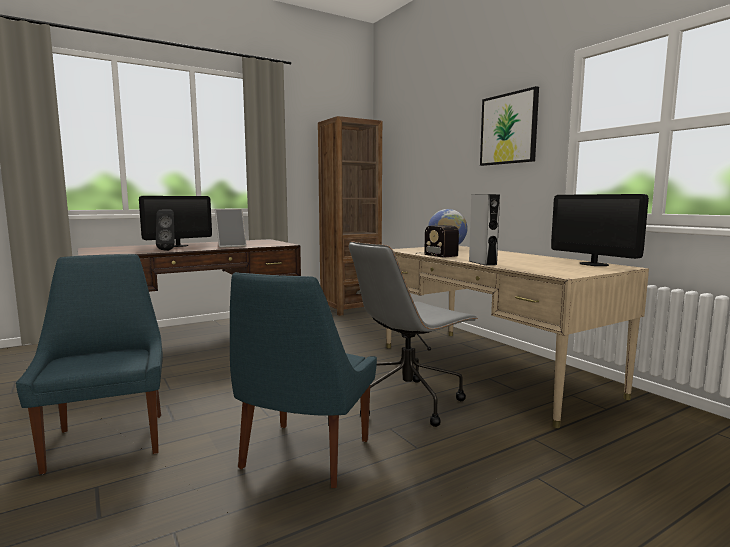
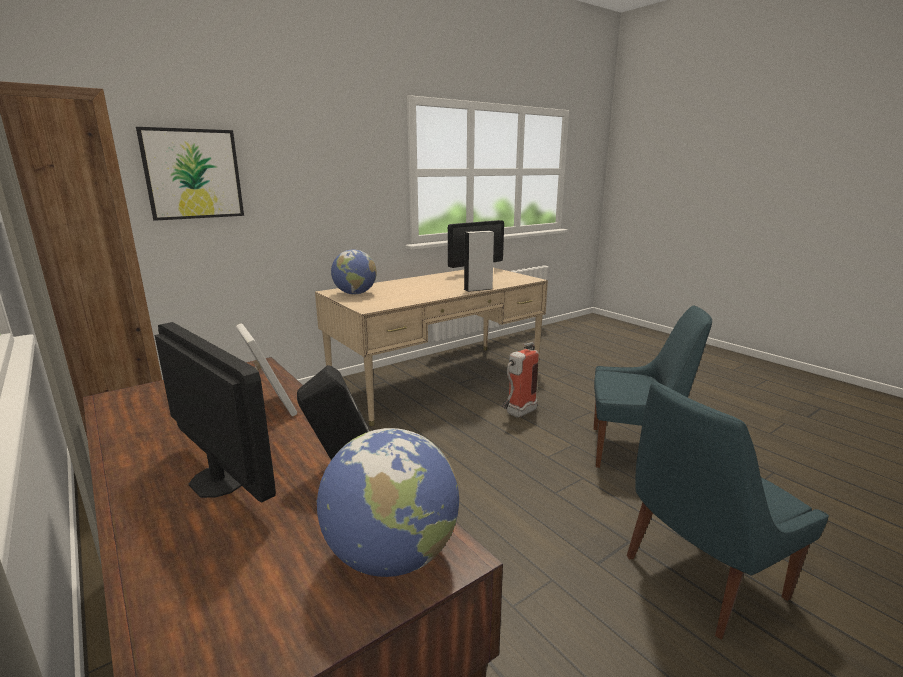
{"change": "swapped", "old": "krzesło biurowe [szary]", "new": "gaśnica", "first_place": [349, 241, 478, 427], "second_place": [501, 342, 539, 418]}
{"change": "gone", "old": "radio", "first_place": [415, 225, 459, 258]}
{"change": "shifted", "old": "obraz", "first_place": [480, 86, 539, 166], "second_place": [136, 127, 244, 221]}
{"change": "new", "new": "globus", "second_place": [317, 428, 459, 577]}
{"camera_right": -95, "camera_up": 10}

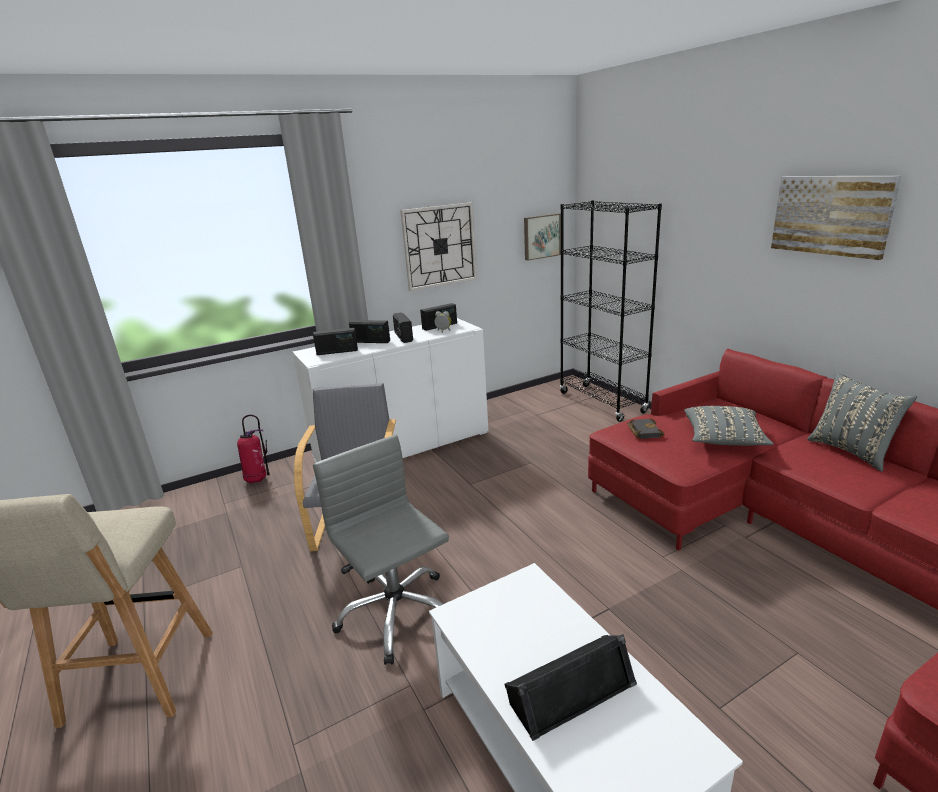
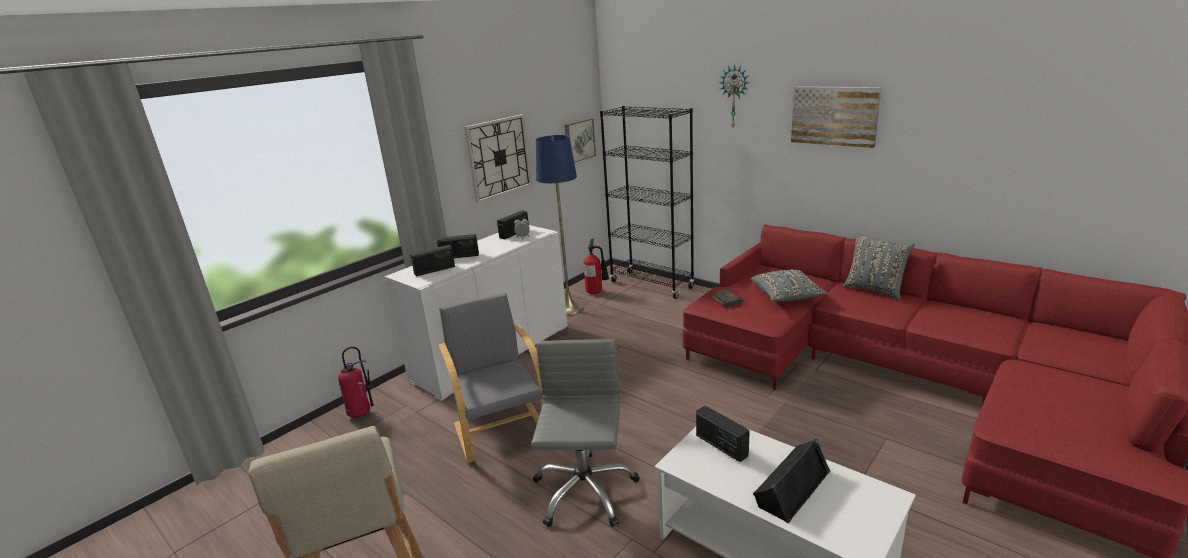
{"change": "rotated", "old": "krzesło biurowe [szary]", "first_place": [313, 435, 449, 665], "second_place": [531, 339, 640, 527], "degrees": 60}
{"change": "shifted", "old": "radio", "first_place": [393, 312, 413, 343], "second_place": [696, 406, 750, 462]}
{"change": "new", "new": "lampa stojąca [niebieski]", "second_place": [536, 135, 584, 315]}
{"change": "new", "new": "gaśnica", "second_place": [583, 238, 609, 294]}
{"change": "new", "new": "zegar ścienny", "second_place": [719, 64, 750, 127]}
{"camera_right": -20, "camera_up": 0}

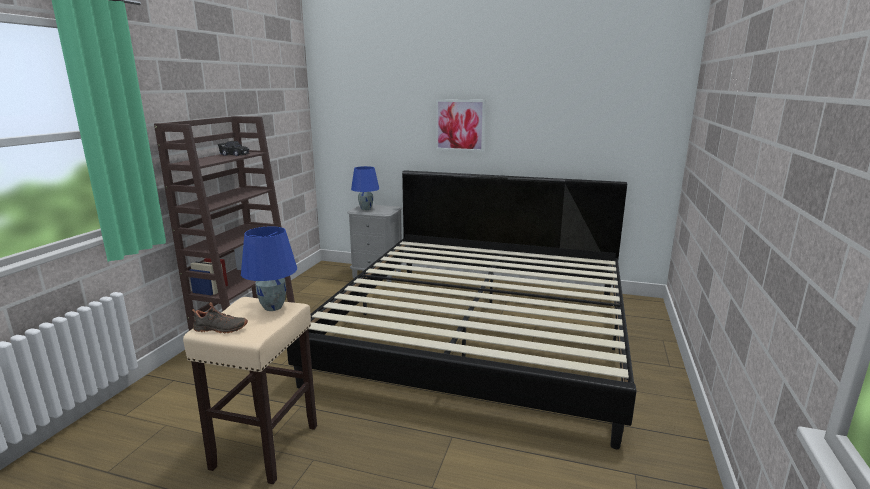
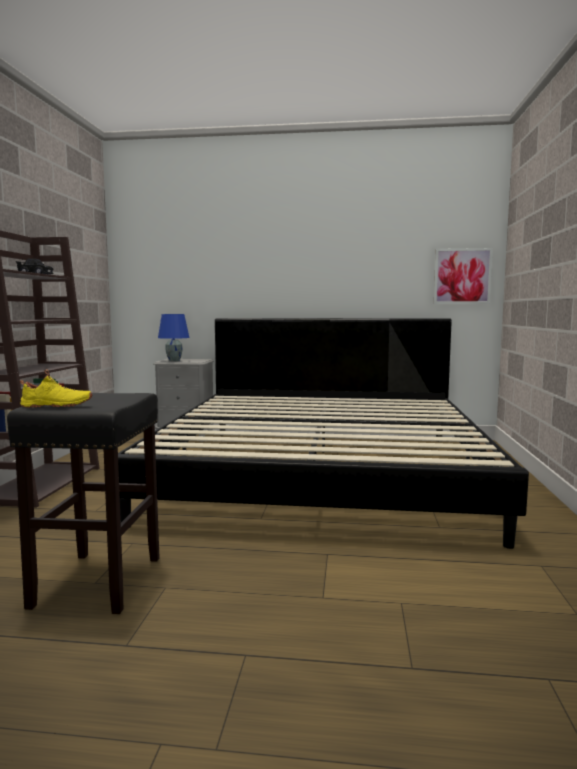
{"change": "repainted", "old": "stołek [beżowy]", "new": "stołek [czarny]", "first_place": [183, 297, 317, 484], "second_place": [7, 393, 160, 614]}
{"change": "repainted", "old": "but [czarny]", "new": "but [żółty]", "first_place": [192, 302, 248, 333], "second_place": [20, 369, 92, 408]}
{"change": "gone", "old": "lampa stołowa [niebieski]", "first_place": [241, 226, 297, 311]}
{"change": "shifted", "old": "obraz", "first_place": [436, 99, 485, 152], "second_place": [434, 248, 493, 304]}
{"camera_right": -10, "camera_up": -10}

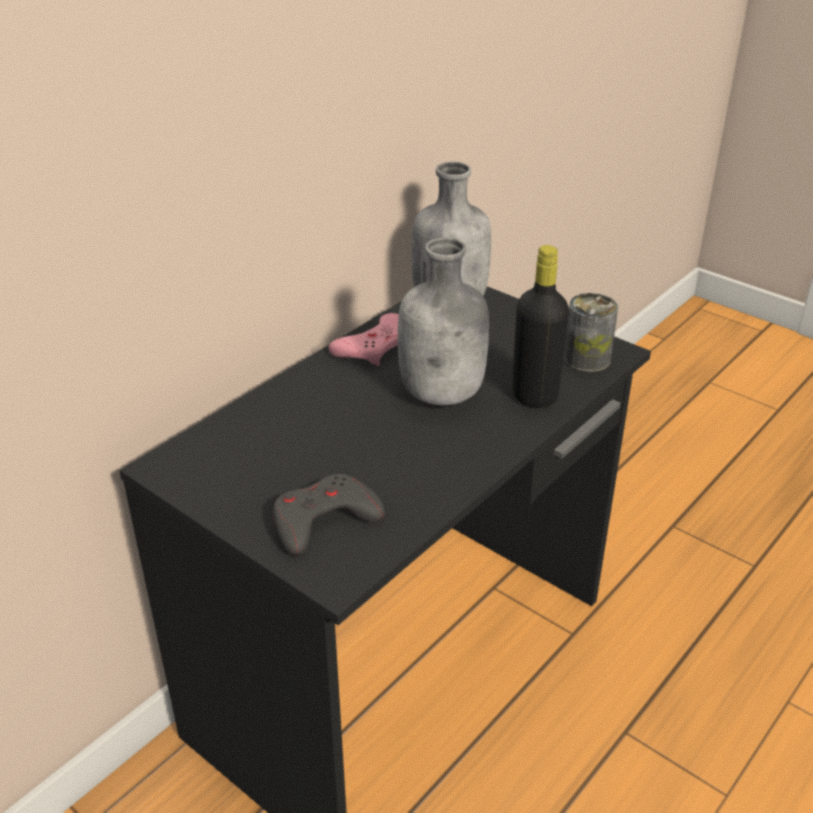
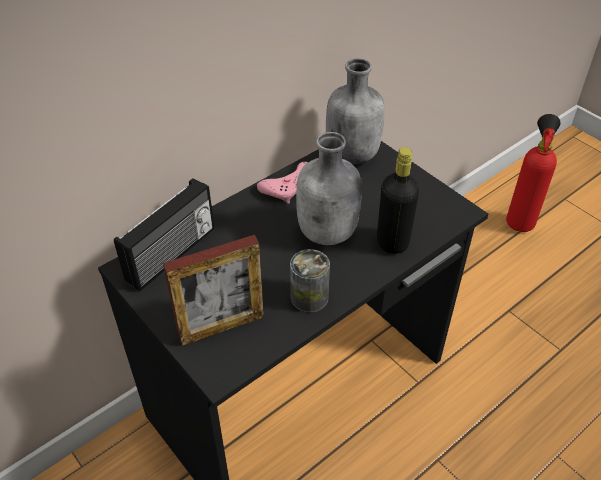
{"change": "swapped", "old": "pad do gier [szary]", "new": "ramka na zdjęcie", "first_place": [273, 474, 385, 555], "second_place": [163, 235, 264, 346]}
{"change": "shifted", "old": "puszka", "first_place": [564, 293, 618, 372], "second_place": [290, 249, 330, 313]}
{"change": "new", "new": "radio", "second_place": [114, 178, 214, 291]}
{"change": "new", "new": "gaśnica", "second_place": [506, 114, 561, 232]}
{"camera_right": 10, "camera_up": 10}

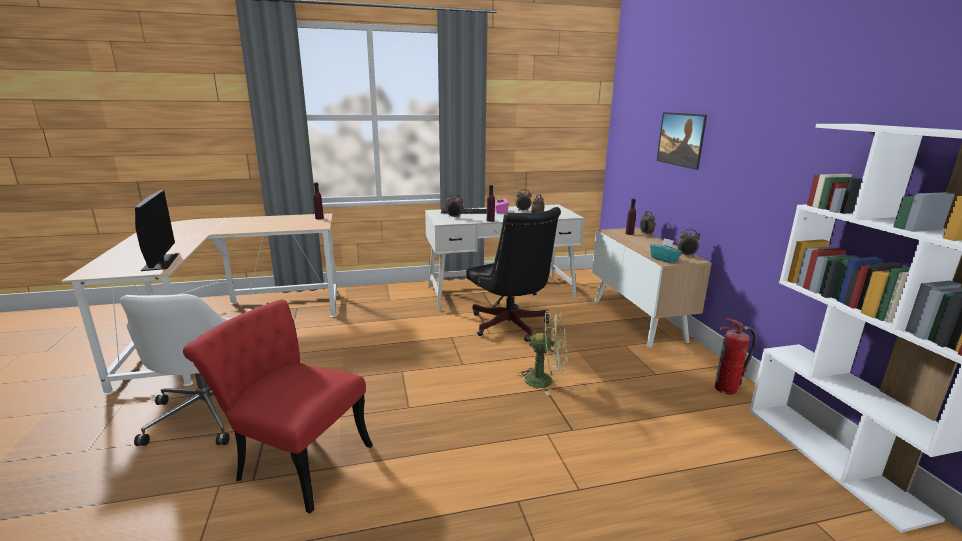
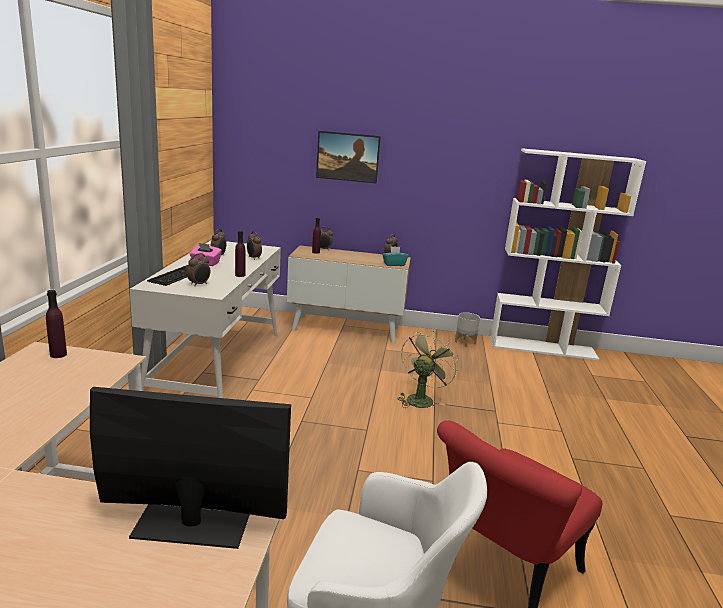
{"change": "gone", "old": "krzesło biurowe [czarny]", "first_place": [466, 207, 561, 342]}
{"change": "swapped", "old": "gaśnica", "new": "donica [szary]", "first_place": [715, 318, 757, 395], "second_place": [455, 312, 480, 347]}
{"camera_right": -70, "camera_up": 0}

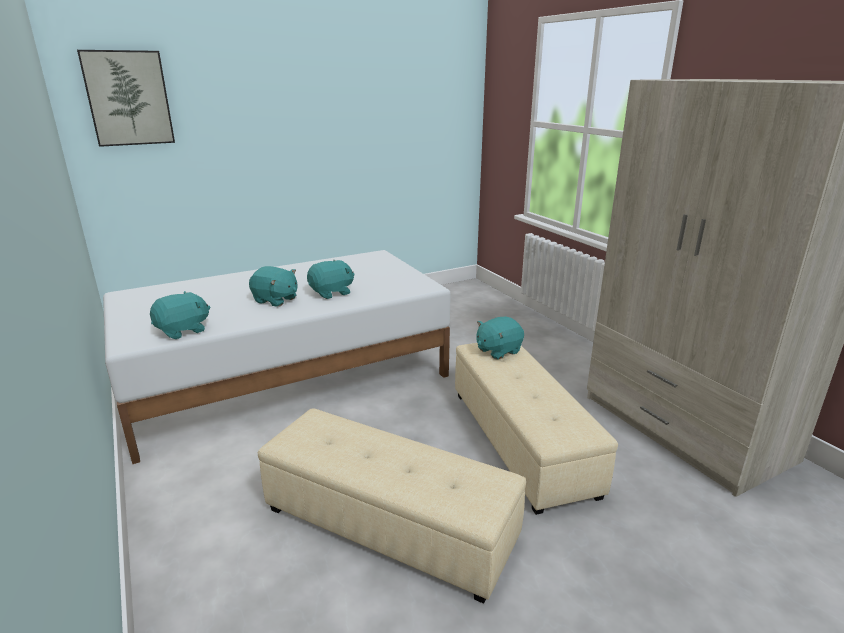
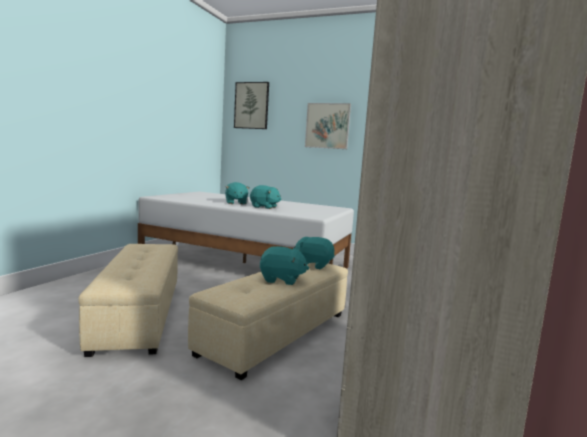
{"change": "shifted", "old": "pluszak [turkusowy]", "first_place": [150, 291, 210, 339], "second_place": [260, 246, 309, 285]}
{"change": "new", "new": "obraz", "second_place": [305, 103, 351, 149]}
{"camera_right": 50, "camera_up": -15}

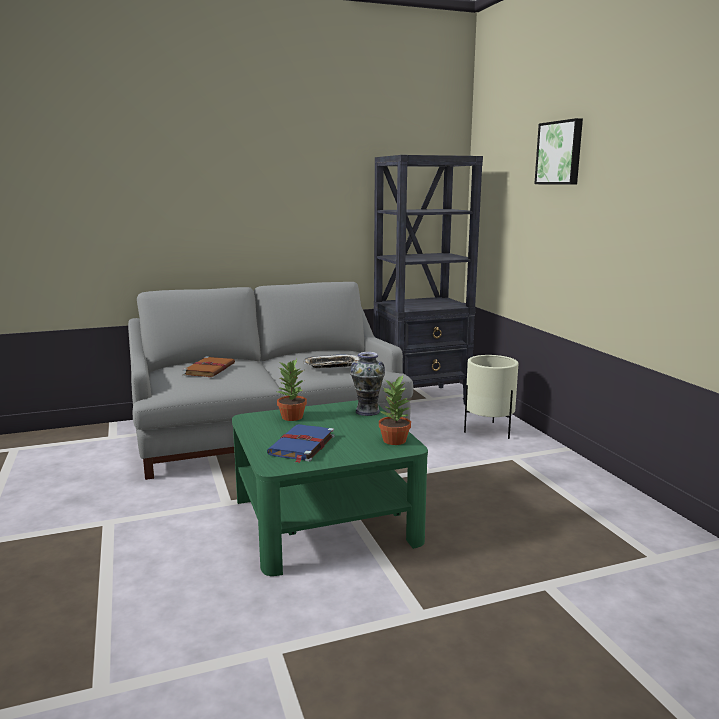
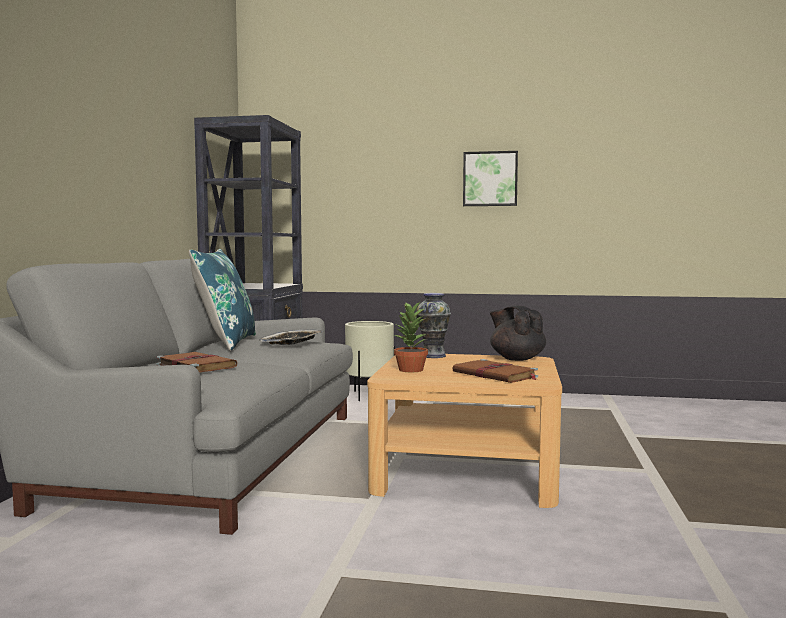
{"change": "repainted", "old": "ława [zielony]", "new": "ława [beżowy]", "first_place": [232, 400, 428, 576], "second_place": [367, 354, 562, 508]}
{"change": "repainted", "old": "książka [niebieski]", "new": "książka [brązowy]", "first_place": [267, 424, 334, 463], "second_place": [452, 359, 538, 383]}
{"change": "swapped", "old": "roślina doniczkowa", "new": "imbryk [czarny]", "first_place": [379, 376, 411, 445], "second_place": [490, 305, 546, 361]}
{"change": "shifted", "old": "obraz", "first_place": [534, 118, 583, 185], "second_place": [463, 151, 518, 206]}
{"change": "new", "new": "poduszka [niebieski]", "second_place": [189, 249, 256, 351]}
{"camera_right": -60, "camera_up": -10}

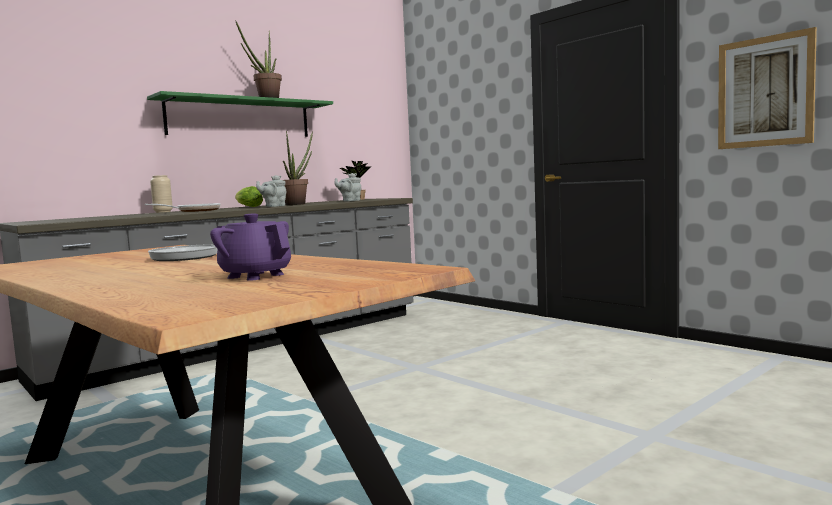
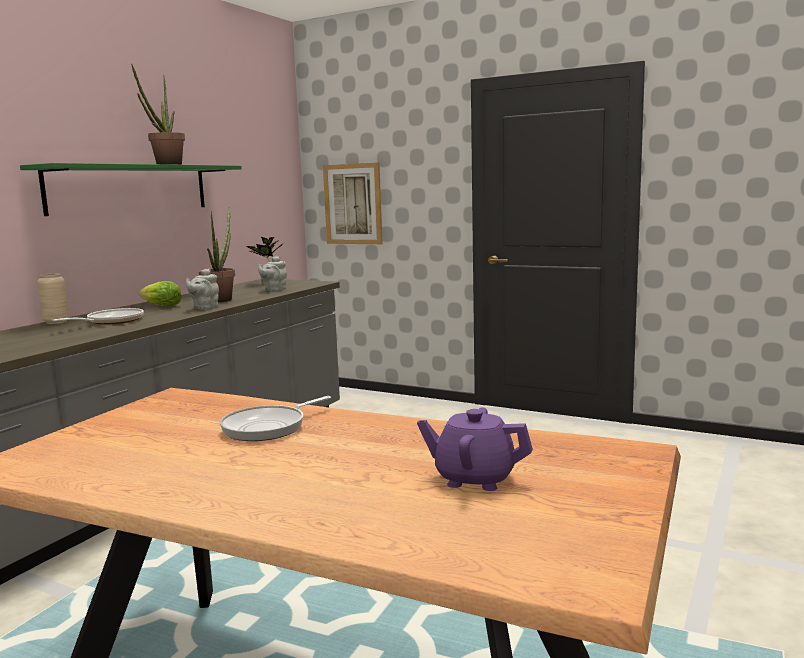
{"change": "shifted", "old": "obraz", "first_place": [718, 27, 817, 149], "second_place": [323, 162, 383, 244]}
{"camera_right": -20, "camera_up": 5}

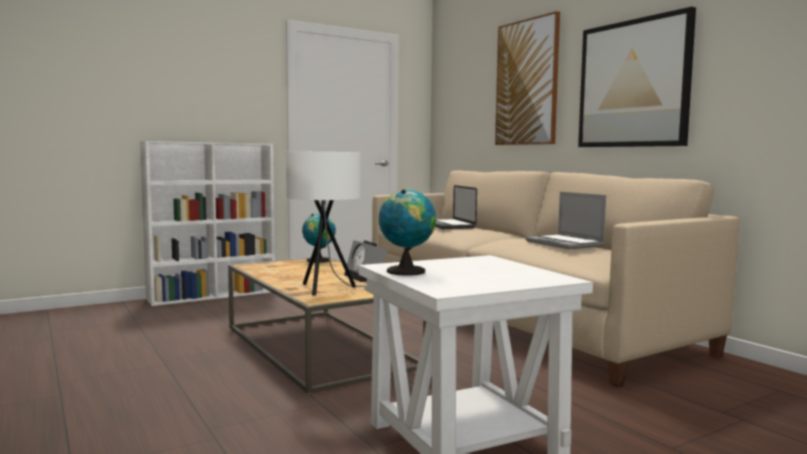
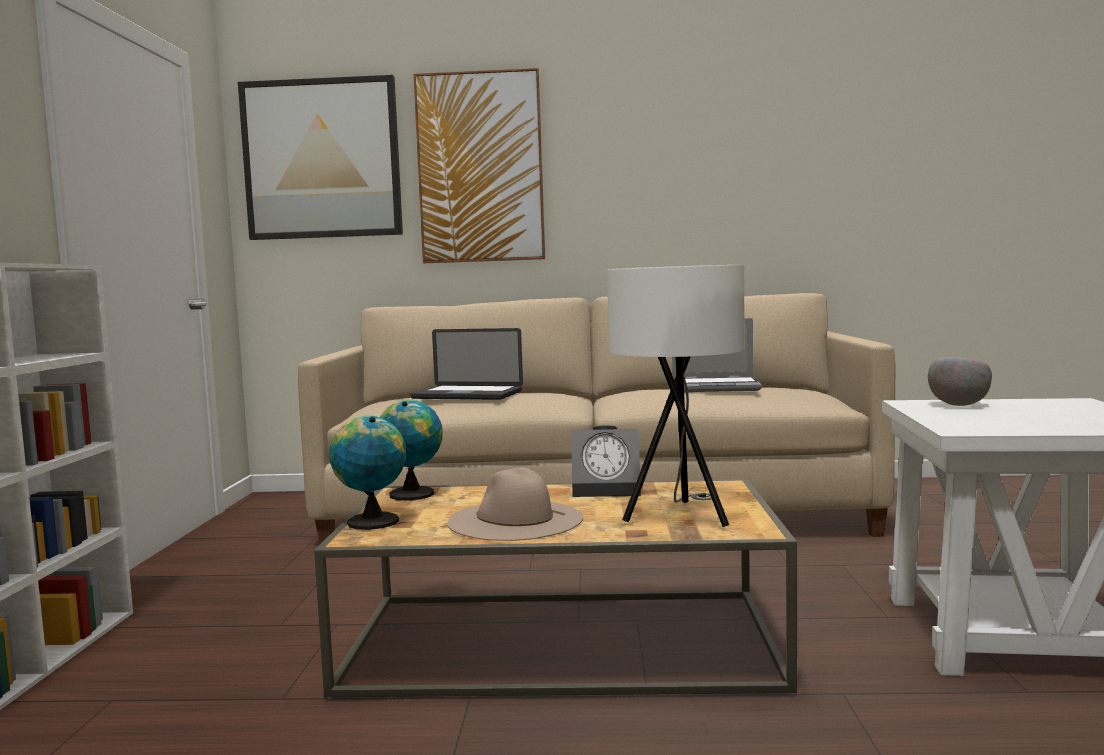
{"change": "shifted", "old": "globus", "first_place": [379, 189, 436, 276], "second_place": [329, 416, 406, 530]}
{"change": "shifted", "old": "obraz", "first_place": [578, 7, 696, 147], "second_place": [238, 75, 403, 240]}
{"change": "new", "new": "kapelusz [beżowy]", "second_place": [447, 467, 583, 541]}
{"change": "new", "new": "miska [szary]", "second_place": [928, 357, 992, 406]}
{"camera_right": -55, "camera_up": 0}

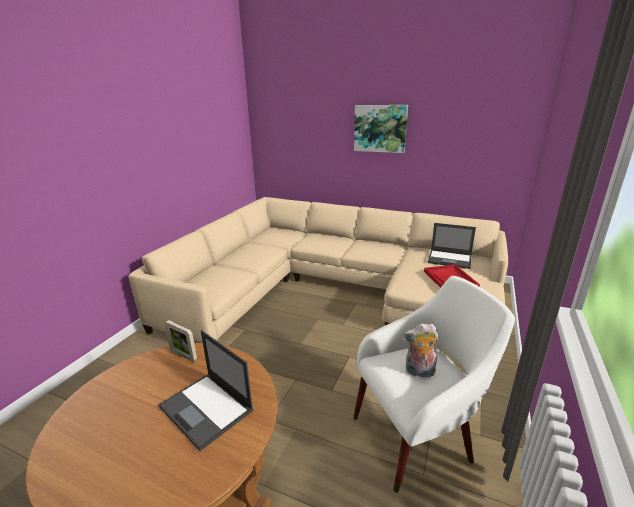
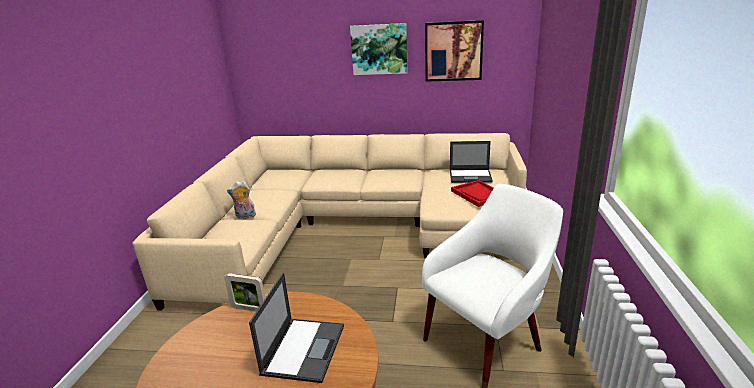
{"change": "rotated", "old": "laptop", "first_place": [159, 330, 254, 451], "second_place": [249, 273, 344, 383], "degrees": -105}
{"change": "shifted", "old": "pluszak", "first_place": [403, 323, 438, 377], "second_place": [227, 180, 257, 219]}
{"change": "new", "new": "obraz", "second_place": [425, 20, 484, 82]}
{"camera_right": -15, "camera_up": 0}

